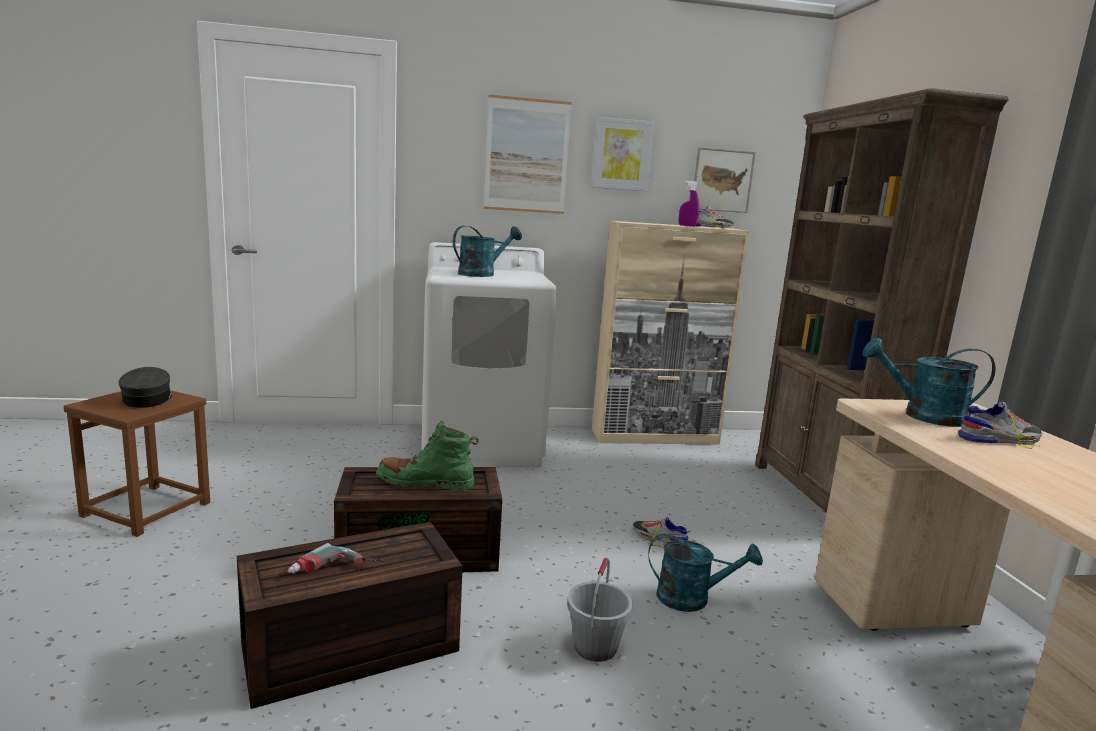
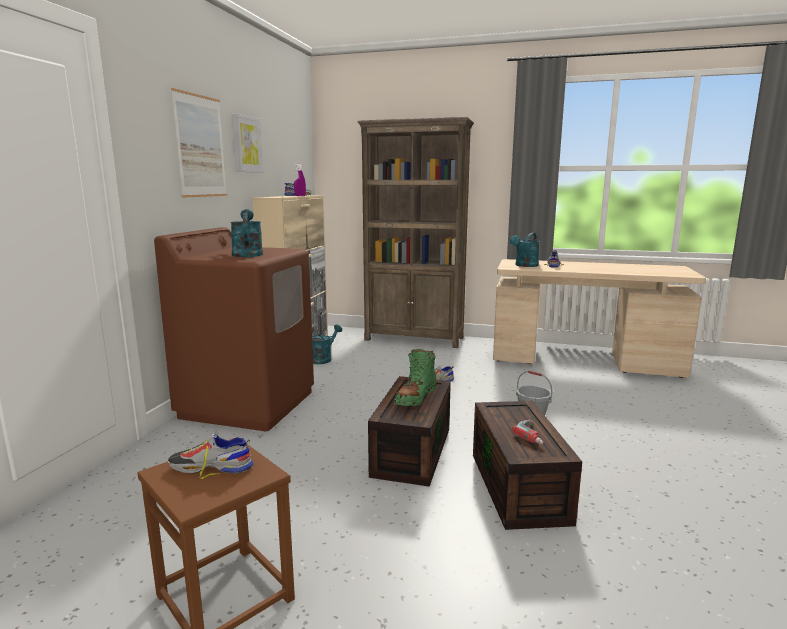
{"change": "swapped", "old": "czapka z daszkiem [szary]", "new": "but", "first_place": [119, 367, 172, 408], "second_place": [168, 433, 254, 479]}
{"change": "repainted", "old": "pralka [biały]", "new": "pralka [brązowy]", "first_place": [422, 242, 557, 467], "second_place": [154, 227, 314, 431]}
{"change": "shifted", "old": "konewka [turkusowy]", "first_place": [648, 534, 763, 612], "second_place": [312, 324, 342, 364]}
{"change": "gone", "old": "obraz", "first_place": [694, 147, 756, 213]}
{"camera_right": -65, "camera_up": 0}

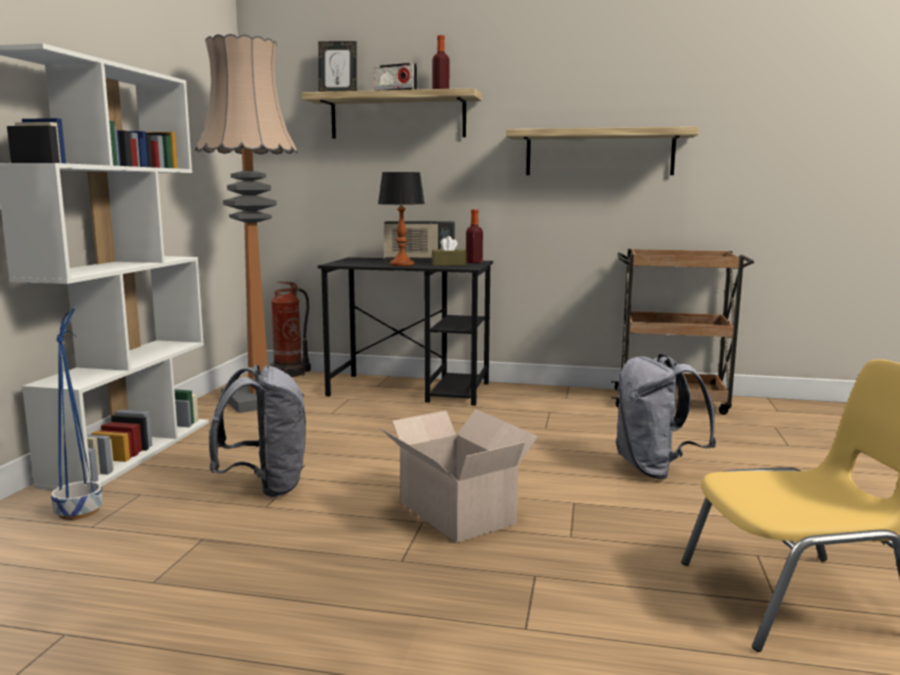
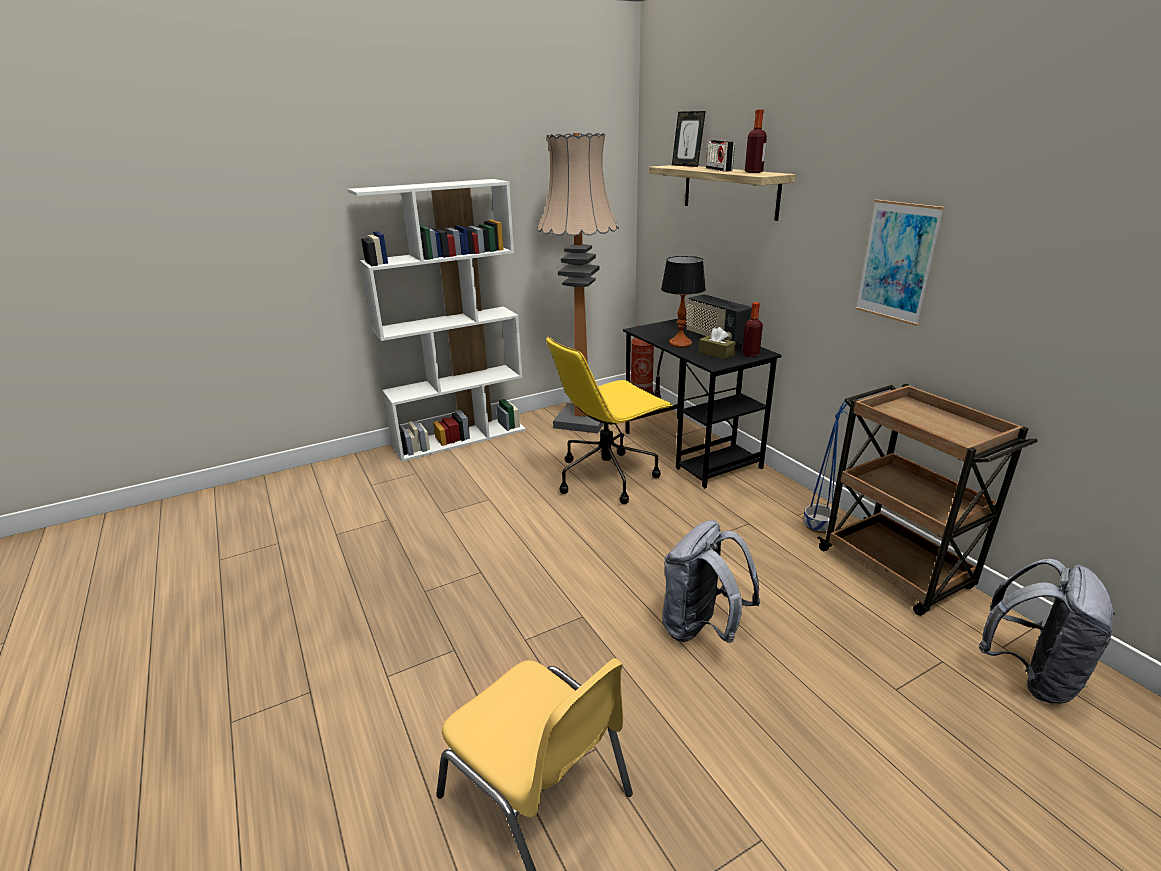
{"change": "shifted", "old": "donica [niebieski]", "first_place": [51, 308, 103, 520], "second_place": [803, 401, 849, 533]}
{"change": "shifted", "old": "plecak [szary]", "first_place": [209, 365, 306, 497], "second_place": [979, 559, 1116, 704]}
{"change": "gone", "old": "karton", "first_place": [380, 409, 538, 543]}
{"change": "swapped", "old": "półka", "new": "obraz", "first_place": [506, 127, 699, 175], "second_place": [856, 200, 945, 326]}
{"change": "new", "new": "krzesło biurowe [żółty]", "second_place": [546, 336, 673, 504]}
{"camera_right": 50, "camera_up": 15}

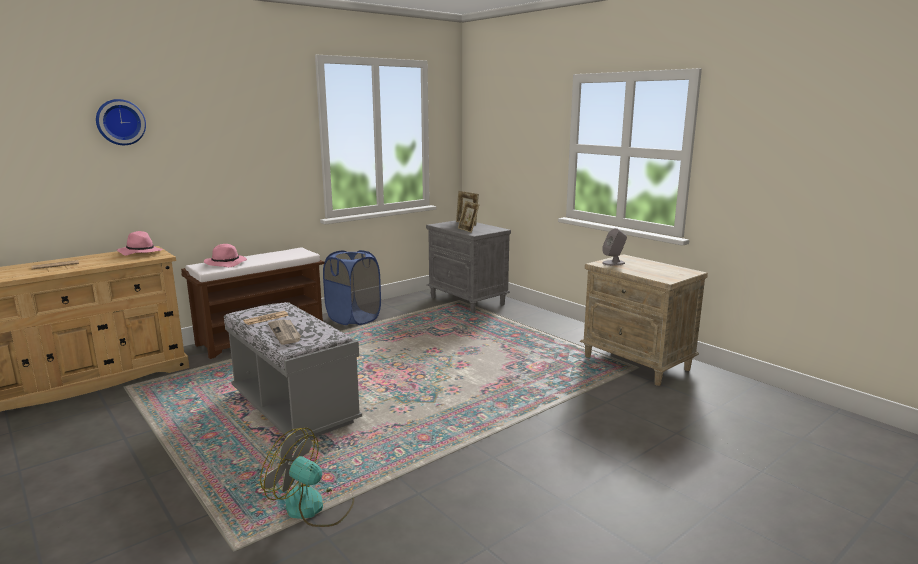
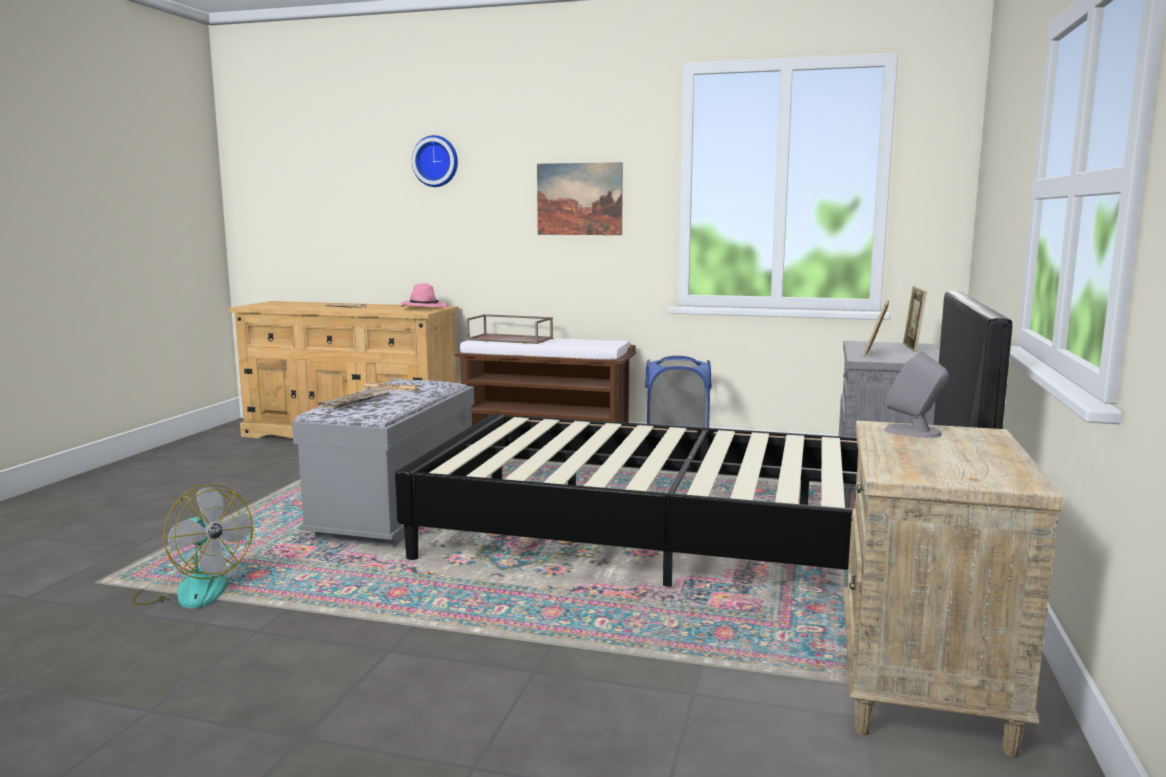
{"change": "swapped", "old": "kapelusz [różowy]", "new": "taca [brązowy]", "first_place": [204, 244, 247, 267], "second_place": [467, 314, 553, 344]}
{"change": "rotated", "old": "wentylator", "first_place": [260, 428, 354, 527], "second_place": [131, 484, 253, 608], "degrees": 135}
{"change": "new", "new": "łóżko [czarny]", "second_place": [395, 291, 1013, 587]}
{"change": "new", "new": "obraz", "second_place": [537, 162, 623, 235]}
{"camera_right": 55, "camera_up": -5}

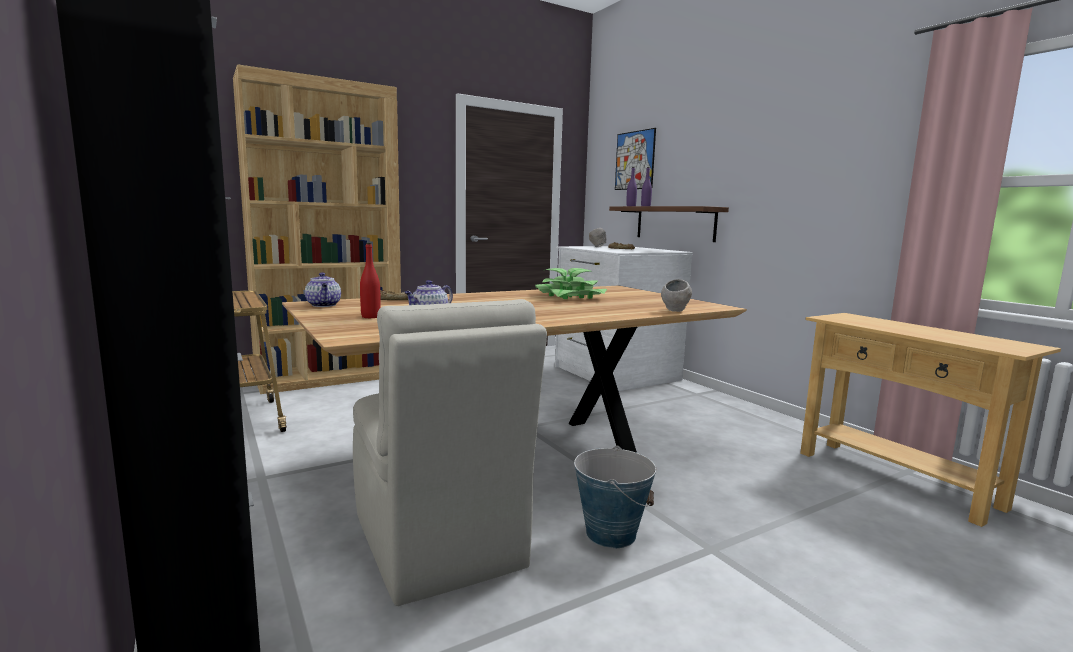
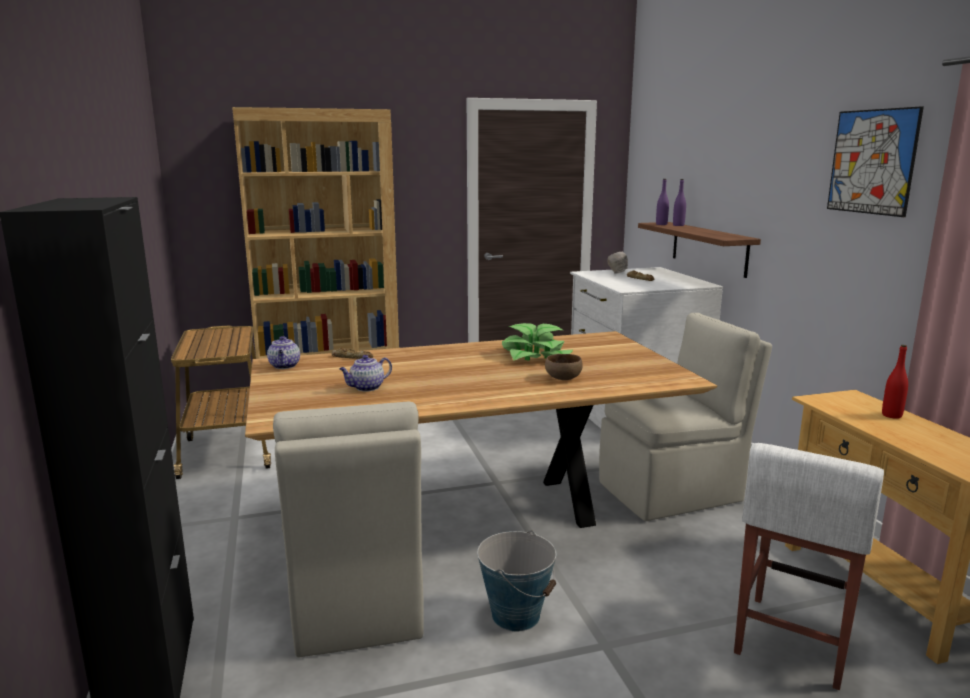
{"change": "shifted", "old": "butelka [czerwony]", "first_place": [360, 243, 381, 318], "second_place": [882, 345, 908, 419]}
{"change": "shifted", "old": "obraz", "first_place": [615, 128, 656, 190], "second_place": [827, 106, 924, 217]}
{"change": "gone", "old": "miska [szary]", "first_place": [661, 279, 692, 312]}
{"change": "new", "new": "miska [brązowy]", "second_place": [545, 354, 583, 380]}
{"change": "new", "new": "krzesło [beżowy]", "second_place": [599, 313, 772, 521]}
{"change": "new", "new": "stołek [biały]", "second_place": [734, 443, 884, 690]}
{"camera_right": 15, "camera_up": 5}

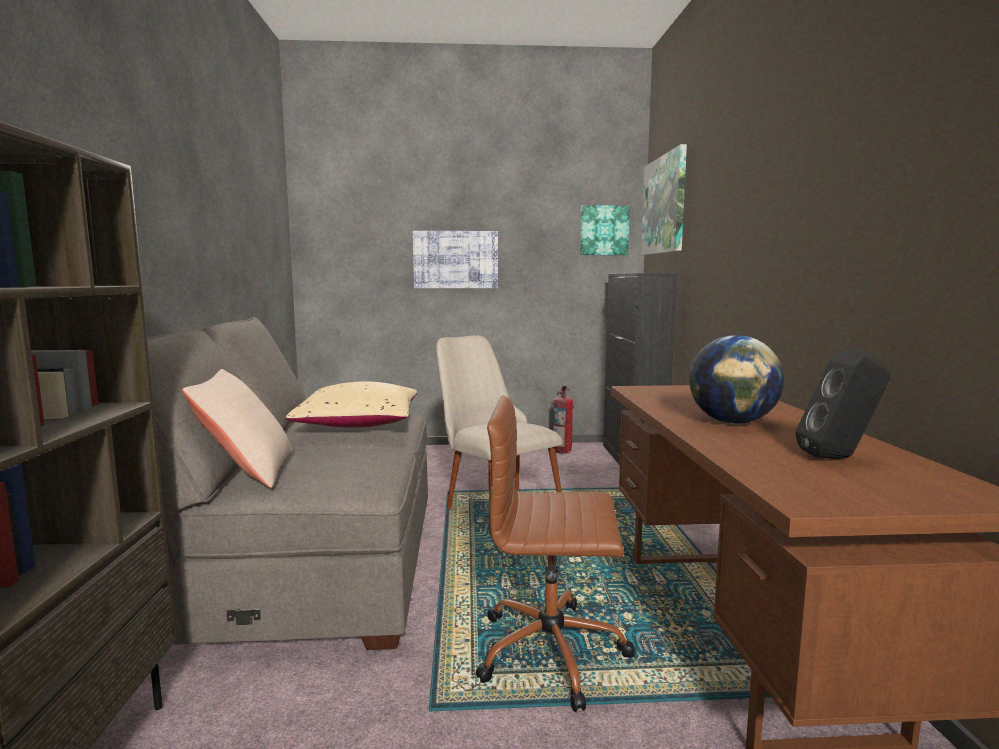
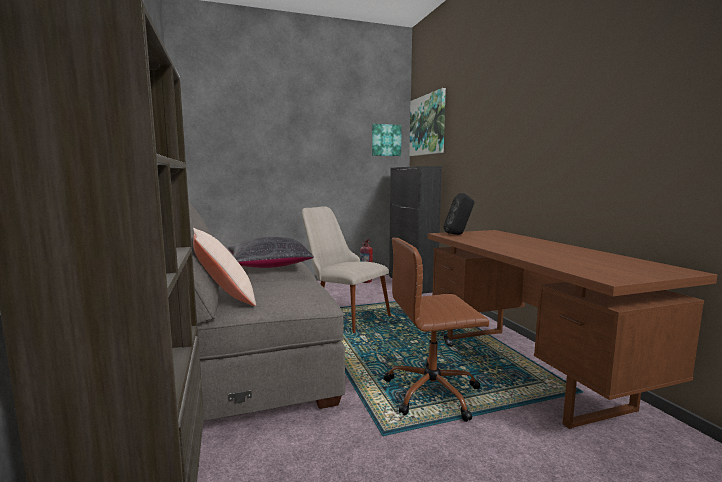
{"change": "repainted", "old": "poduszka [beżowy]", "new": "poduszka [czarny]", "first_place": [286, 381, 417, 428], "second_place": [228, 237, 314, 268]}
{"change": "gone", "old": "obraz", "first_place": [413, 231, 498, 288]}
{"change": "gone", "old": "globus", "first_place": [689, 335, 784, 424]}
{"change": "shifted", "old": "głośnik [czarny]", "first_place": [796, 349, 891, 459], "second_place": [444, 193, 474, 235]}
{"camera_right": -15, "camera_up": 0}

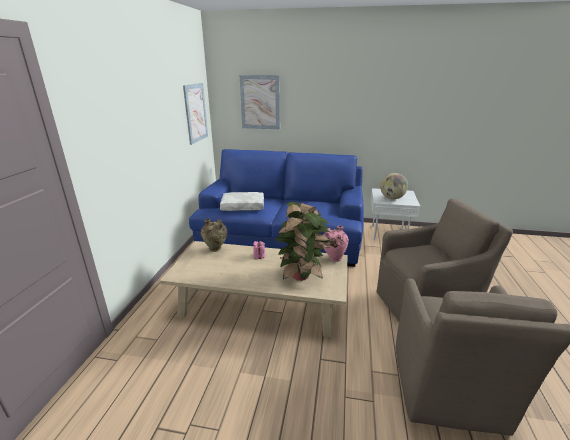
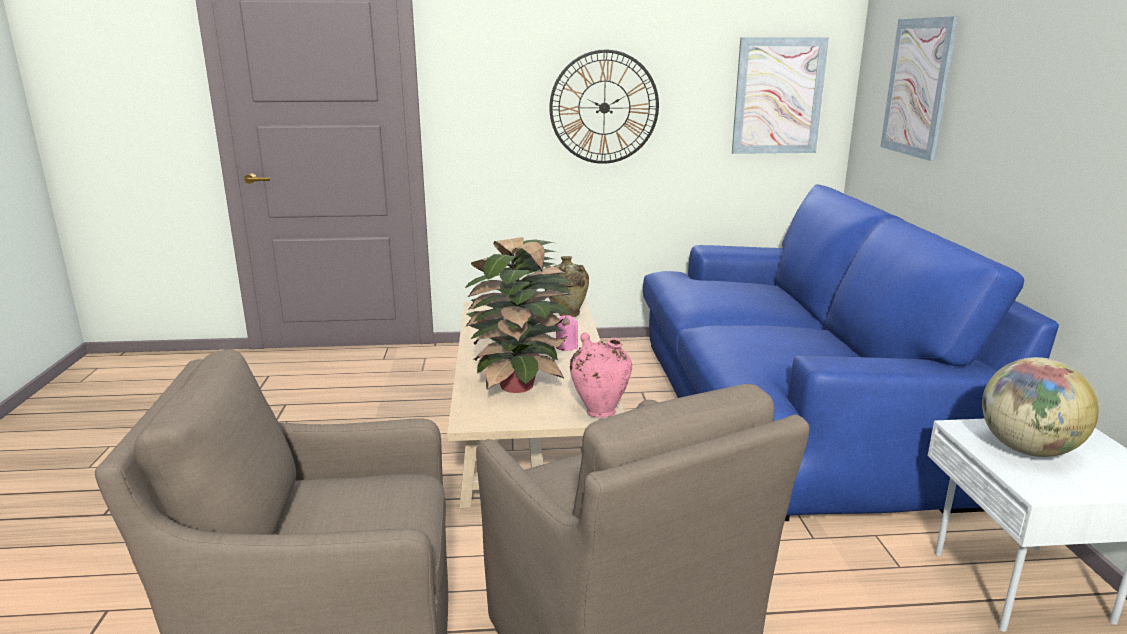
{"change": "gone", "old": "poduszka [biały]", "first_place": [220, 192, 264, 211]}
{"change": "new", "new": "zegar ścienny", "second_place": [549, 49, 659, 164]}
{"camera_right": 75, "camera_up": -5}

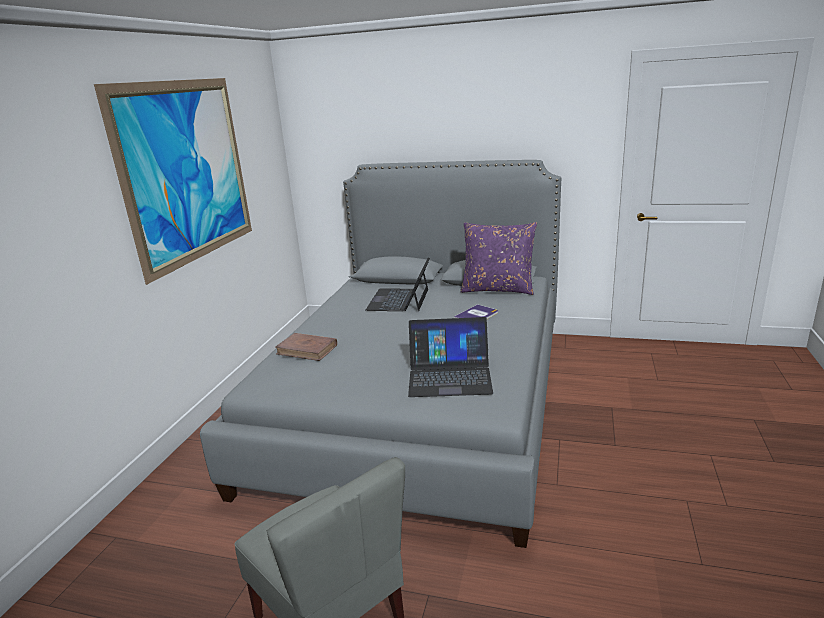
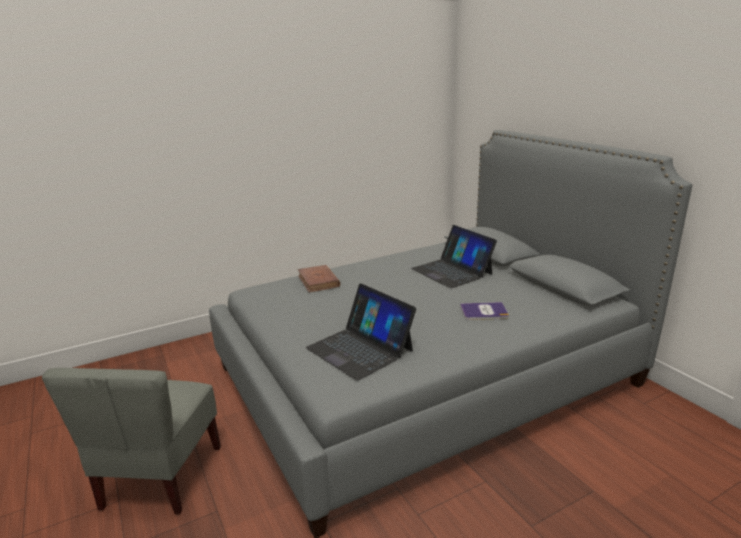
{"change": "gone", "old": "obraz", "first_place": [94, 78, 252, 285]}
{"change": "rotated", "old": "laptop", "first_place": [366, 258, 430, 311], "second_place": [411, 225, 497, 288], "degrees": -90}
{"change": "gone", "old": "poduszka [fioletowy]", "first_place": [460, 222, 537, 295]}
{"camera_right": 45, "camera_up": 0}

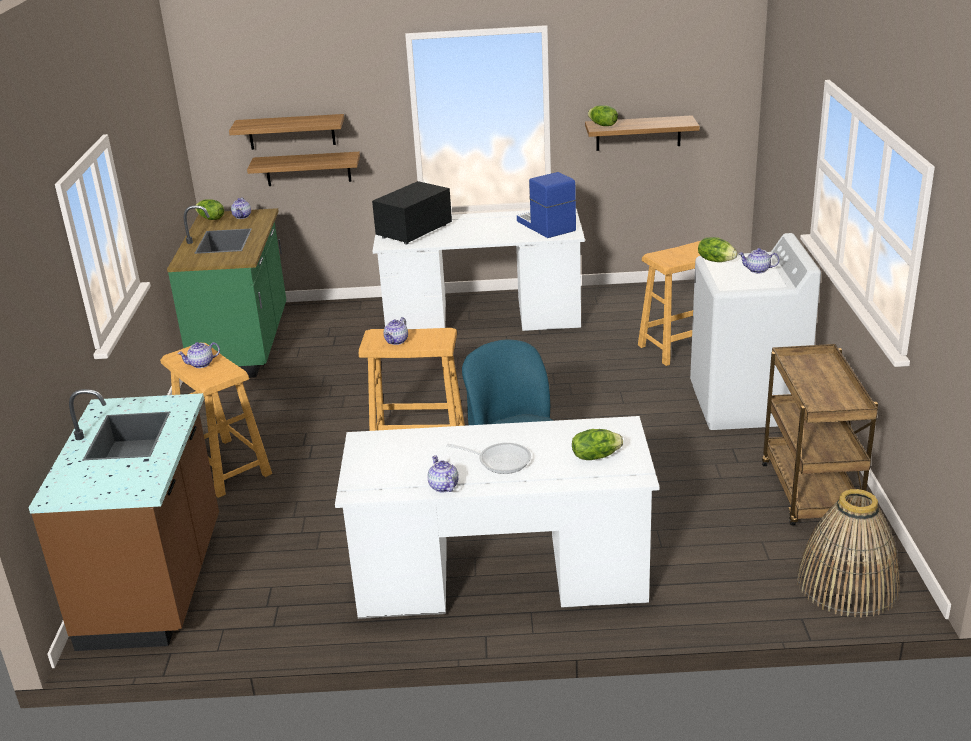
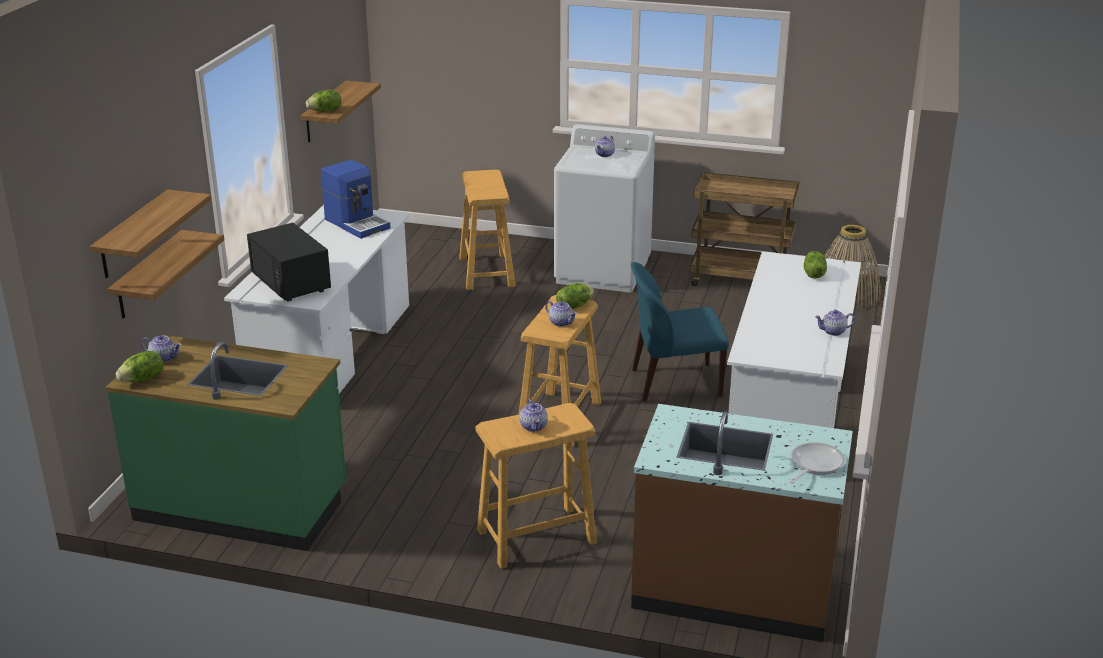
{"change": "shifted", "old": "patelnia", "first_place": [447, 443, 531, 474], "second_place": [790, 442, 845, 484]}
{"change": "rotated", "old": "ekspres do kawy", "first_place": [517, 172, 576, 238], "second_place": [321, 160, 390, 239], "degrees": -120}
{"change": "shifted", "old": "sałata", "first_place": [698, 237, 737, 262], "second_place": [556, 283, 594, 309]}
{"camera_right": -75, "camera_up": 0}

